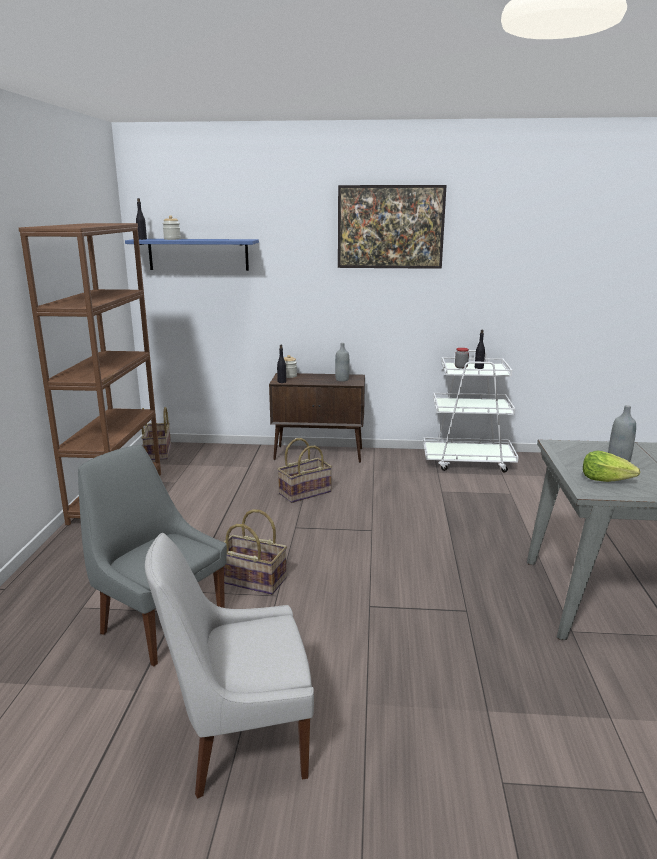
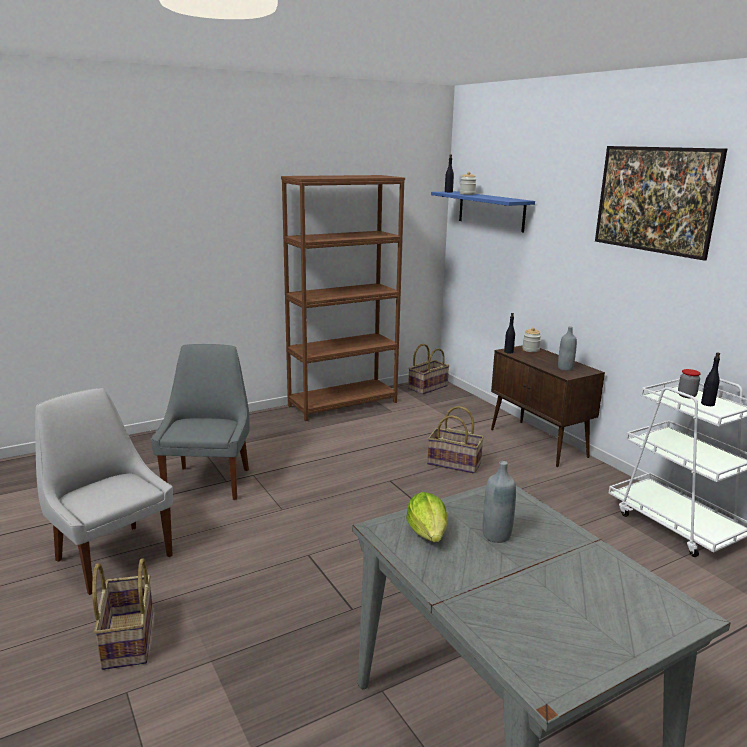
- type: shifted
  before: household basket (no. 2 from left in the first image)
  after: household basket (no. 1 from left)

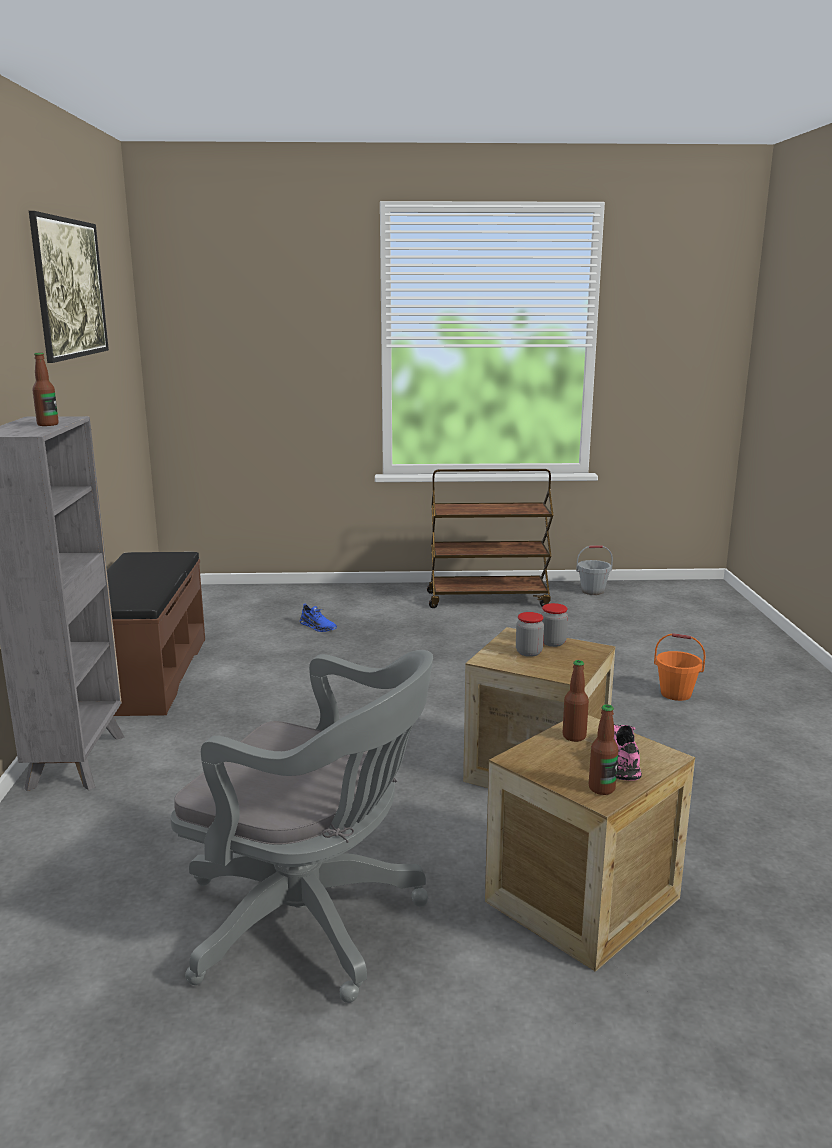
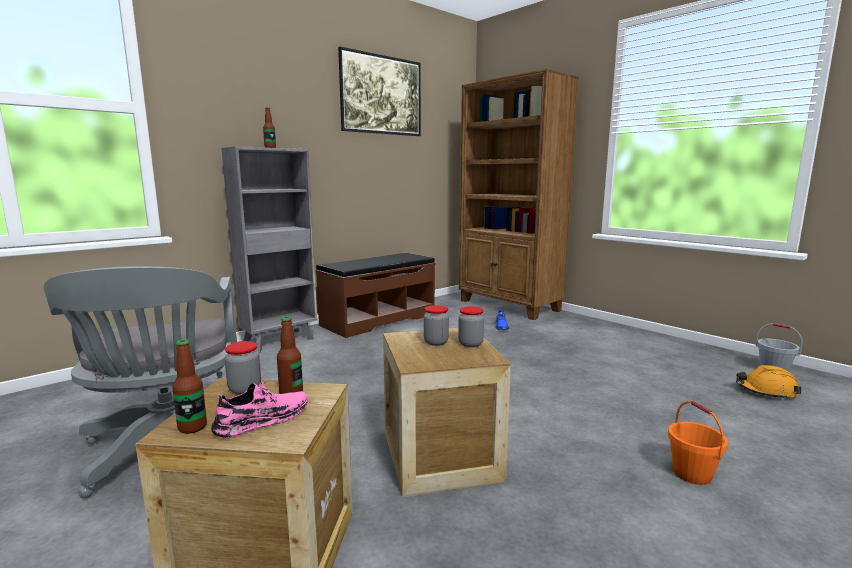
- type: gone
  before: trolley (brown)
- type: new
  after: bookcase (brown)
- type: new
  after: preserve jar (no. 1 from left)
- type: new
  after: safety helmet (orange-coloured)

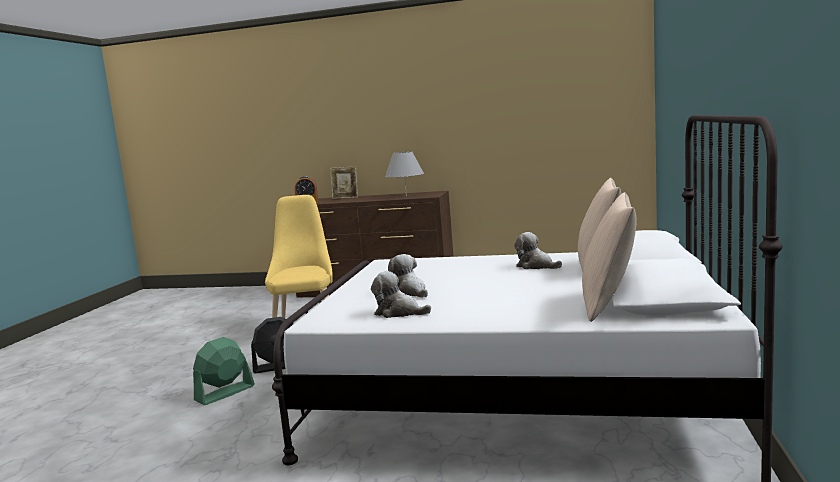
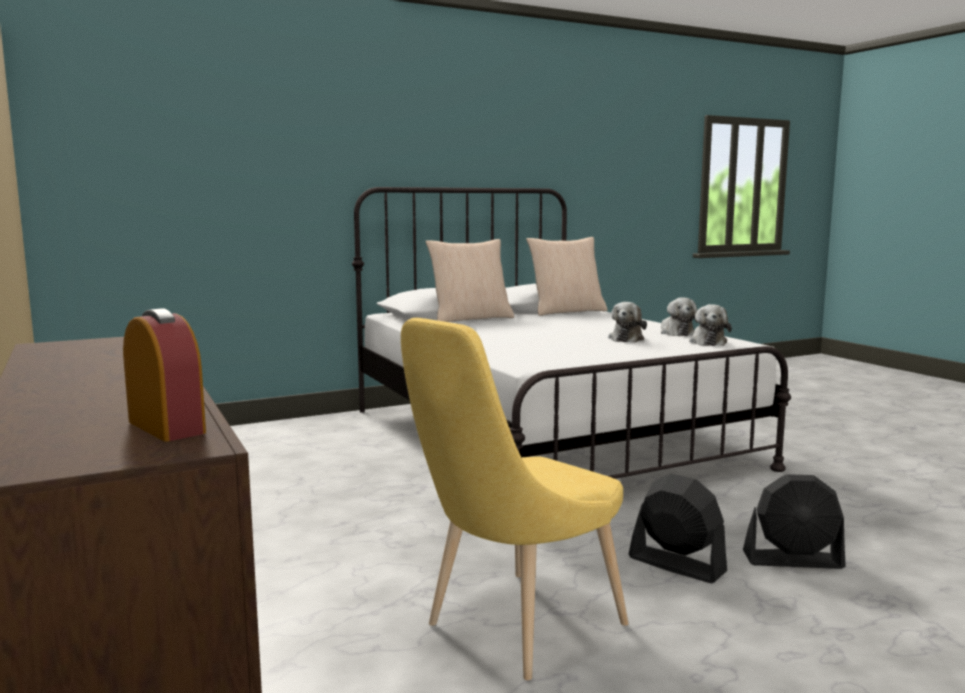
- type: gone
  before: lamp for a table (grey)
- type: gone
  before: standing frame
- type: shifted
  before: plush toy (no. 3 from left)
- type: repainted
  before: fan (green)
  after: fan (blackish) (no. 2 from left)

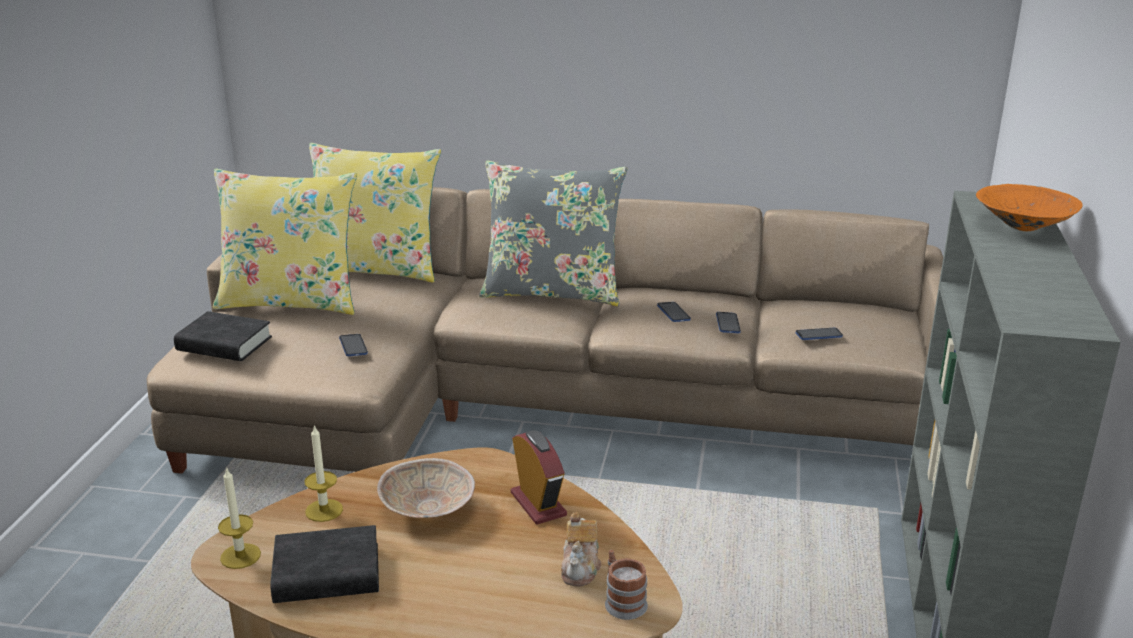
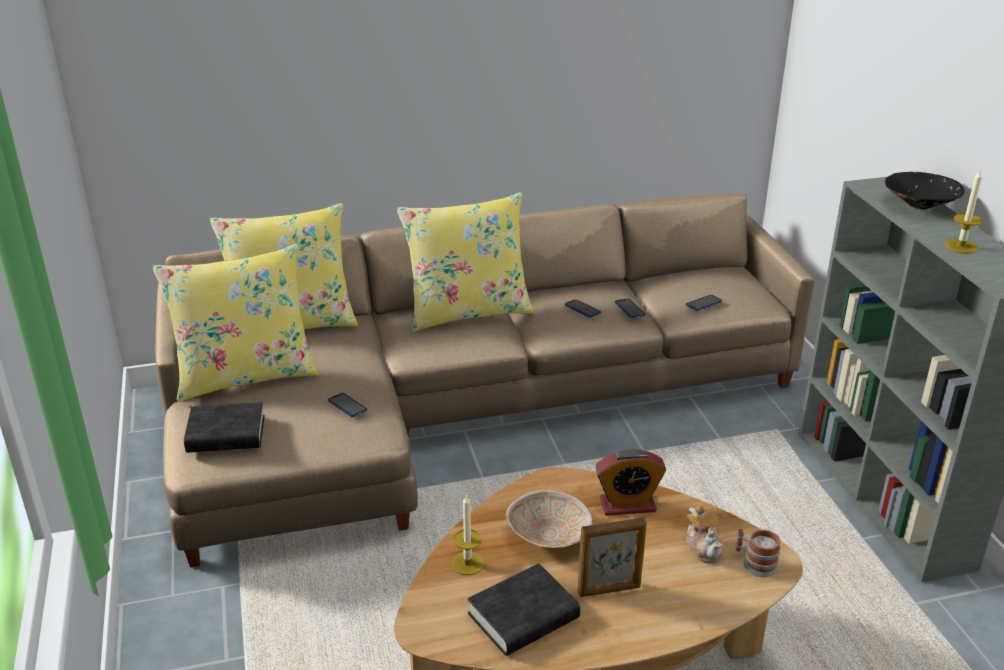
- type: repainted
  before: cushion (grey)
  after: cushion (yellowish) (no. 3 from left)
- type: repainted
  before: serving bowl (orange-coloured)
  after: serving bowl (blackish)
- type: rotated
  before: alarm clock
  turn: 135
- type: shifted
  before: wax light (no. 1 from left in the first image)
  after: wax light (no. 2 from left)
- type: new
  after: standing frame

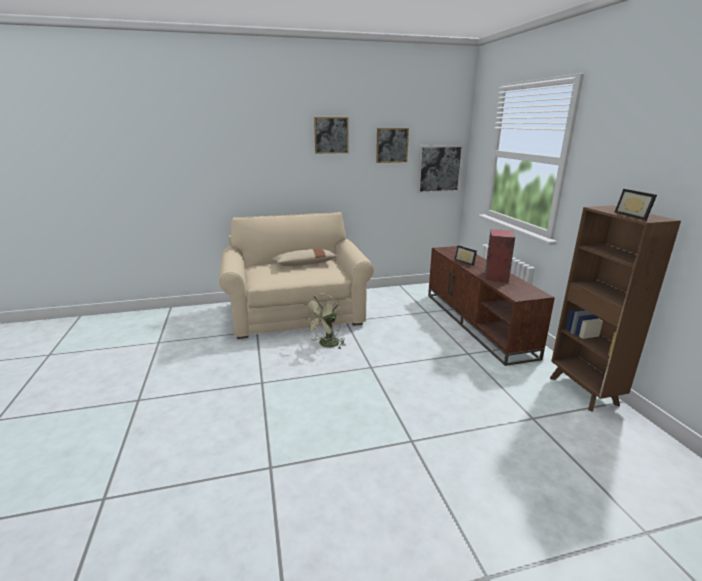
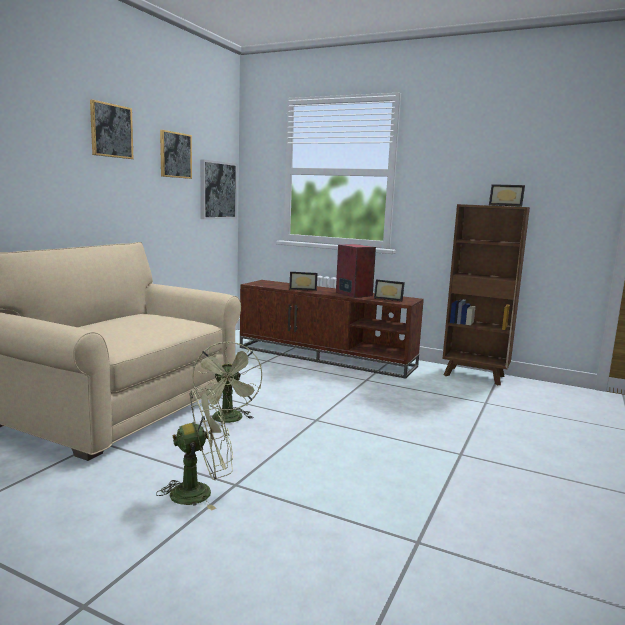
- type: gone
  before: cushion (beige)
- type: new
  after: standing frame (no. 2 from left)
- type: new
  after: fan (green) (no. 1 from left)

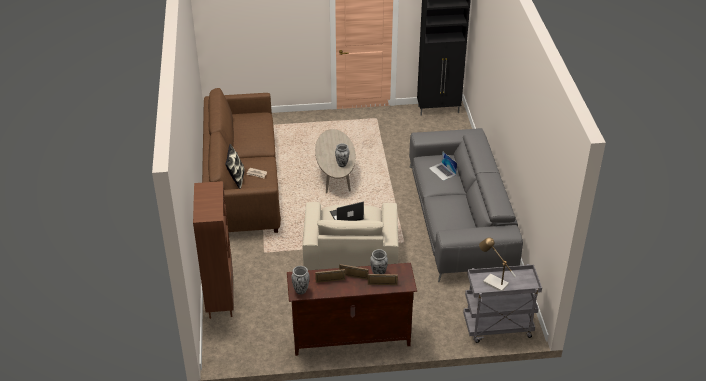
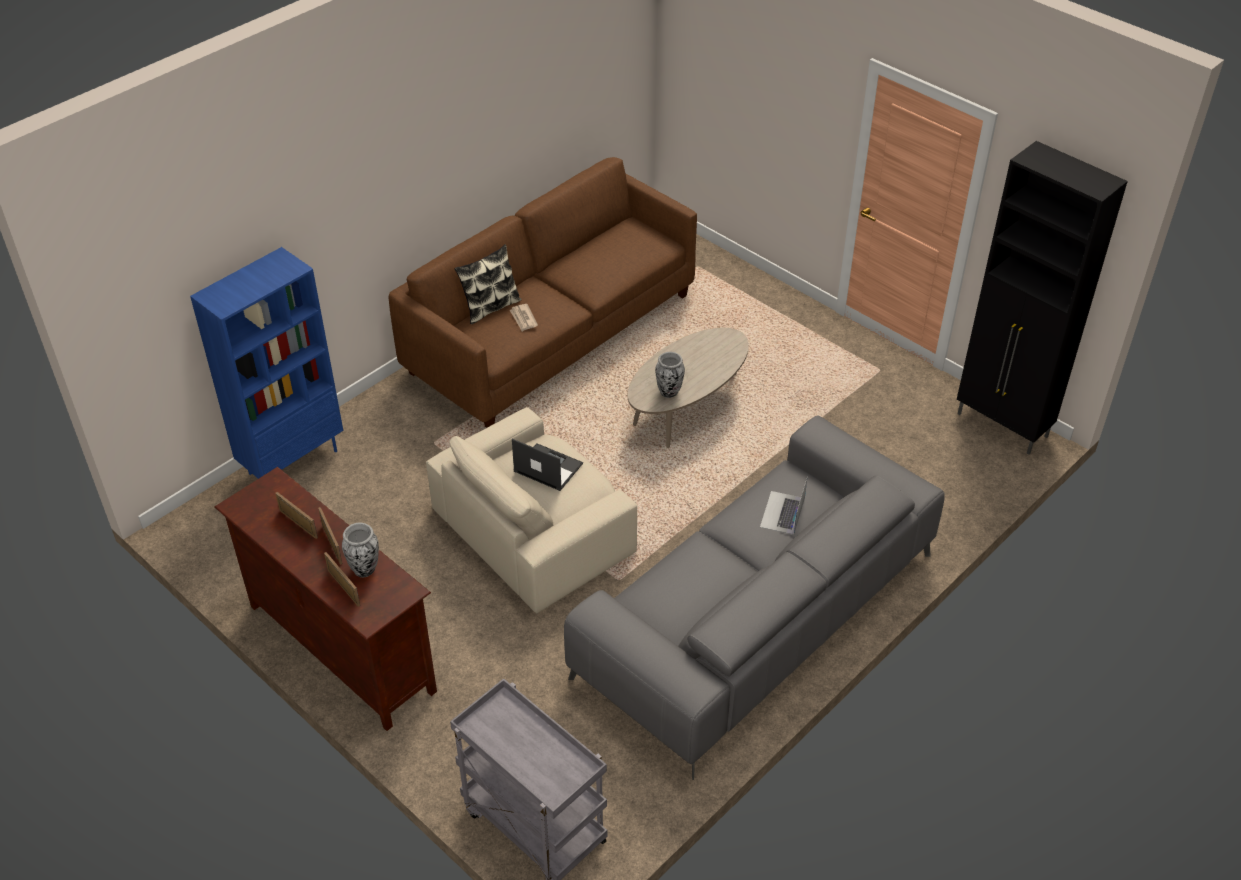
- type: repainted
  before: bookcase (brown)
  after: bookcase (bluish)
- type: gone
  before: lamp for a table
- type: gone
  before: flower vase (no. 1 from left)

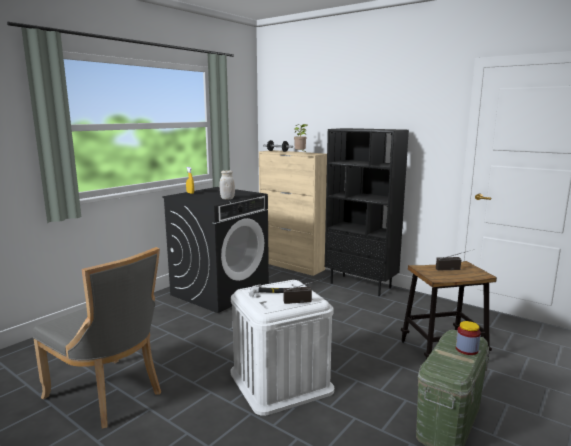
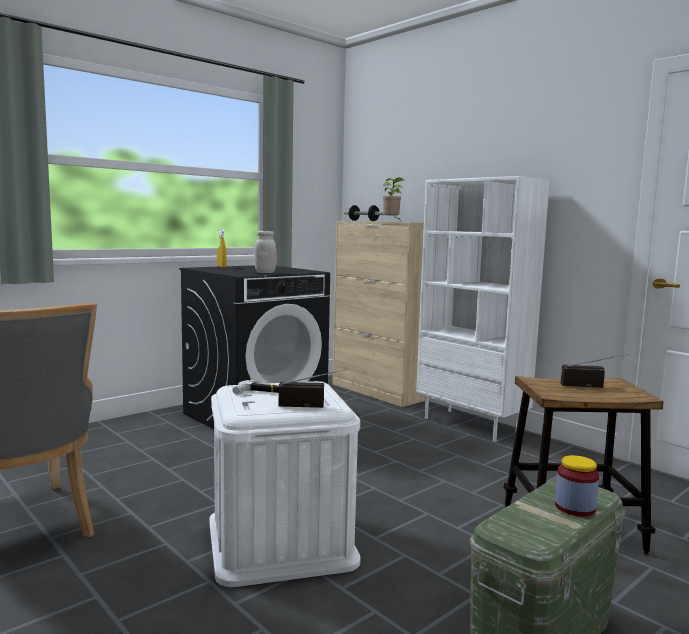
- type: repainted
  before: bookcase (blackish)
  after: bookcase (white-coloured)

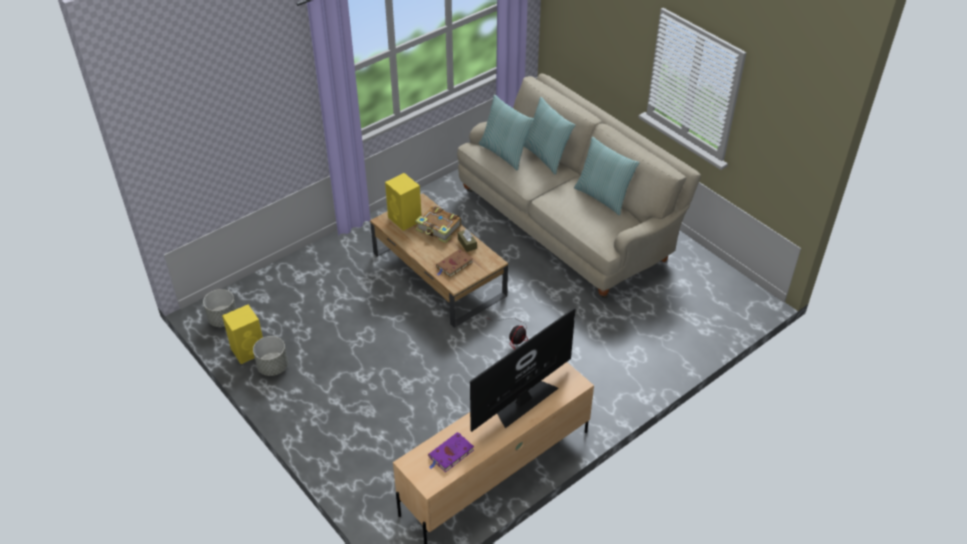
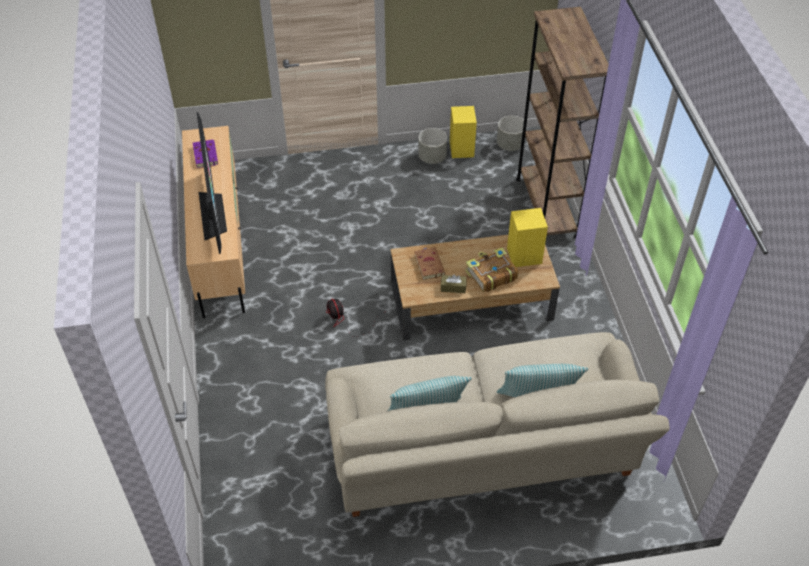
- type: gone
  before: cushion (no. 1 from left)
- type: new
  after: bookcase (brown)

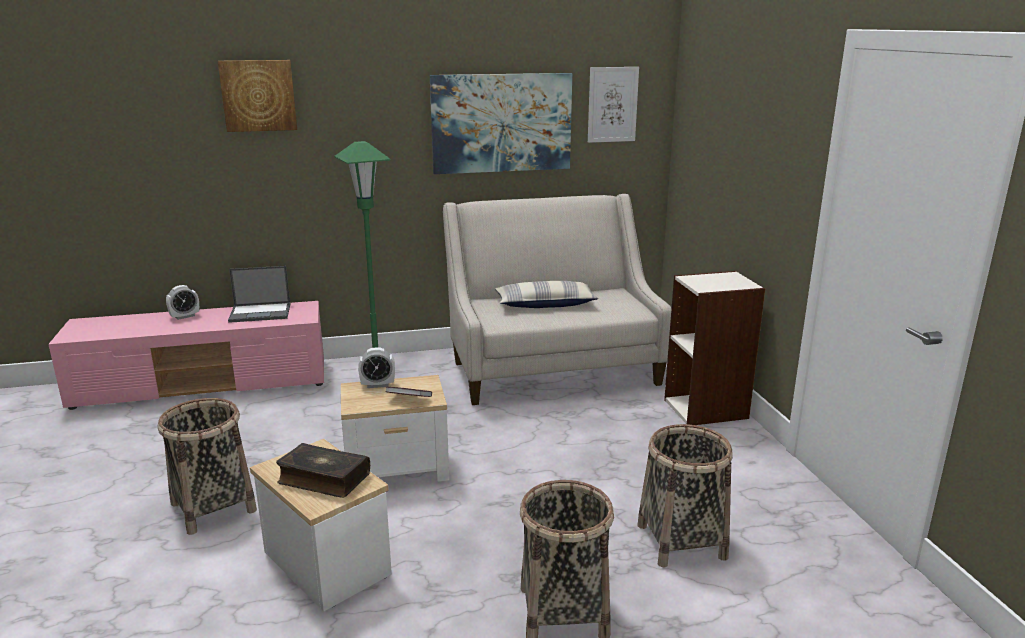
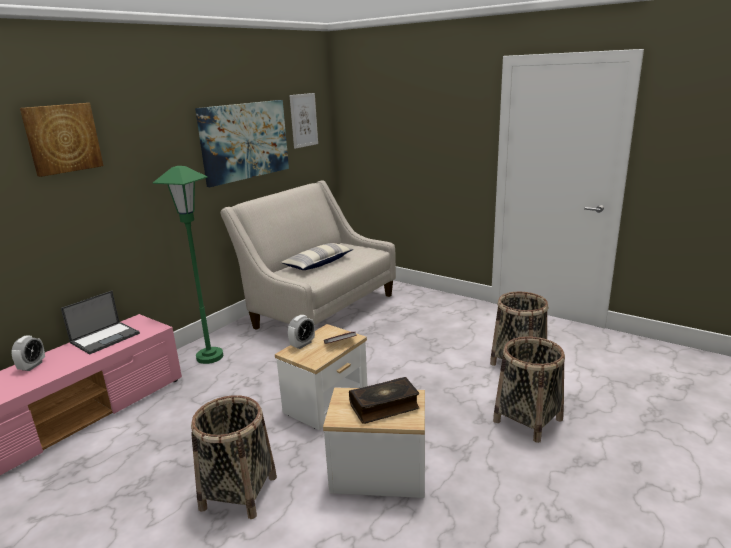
- type: gone
  before: bookcase

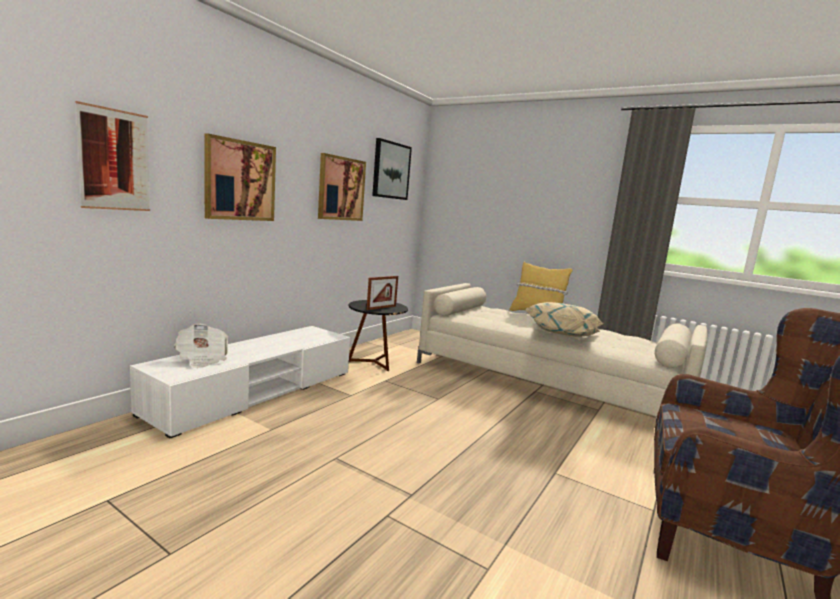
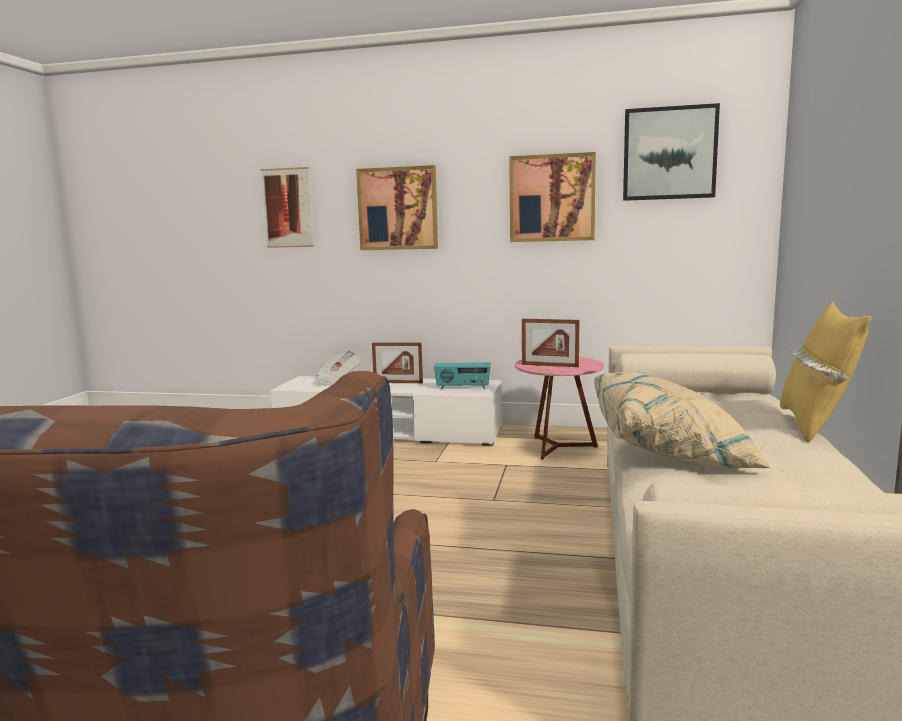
- type: repainted
  before: accent table (blackish)
  after: accent table (pink)
- type: new
  after: standing frame (no. 1 from left)
- type: new
  after: radio receiver

